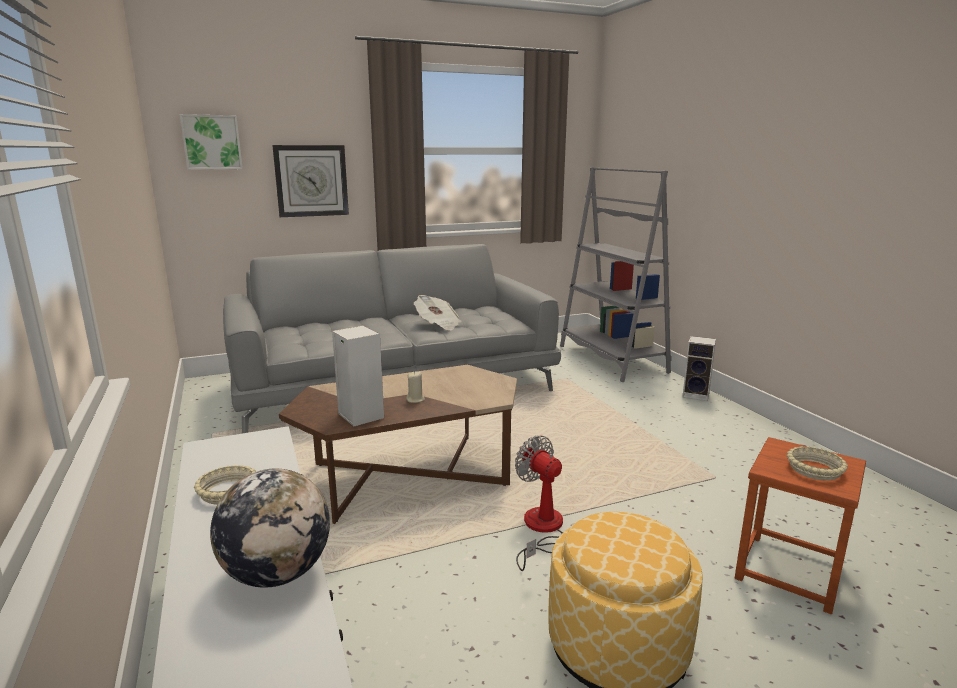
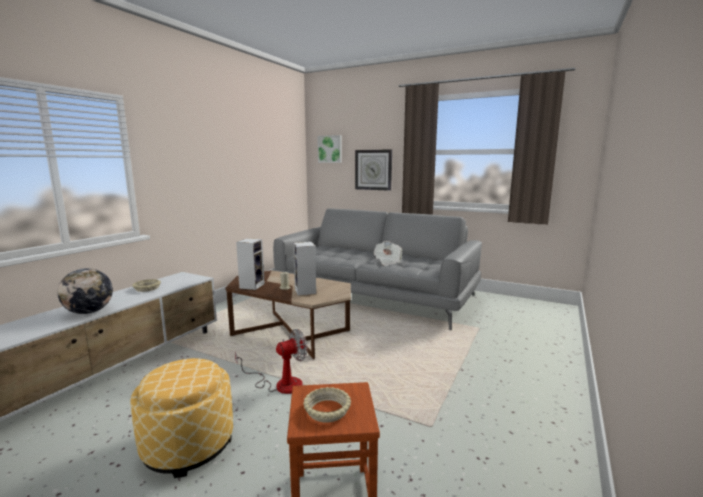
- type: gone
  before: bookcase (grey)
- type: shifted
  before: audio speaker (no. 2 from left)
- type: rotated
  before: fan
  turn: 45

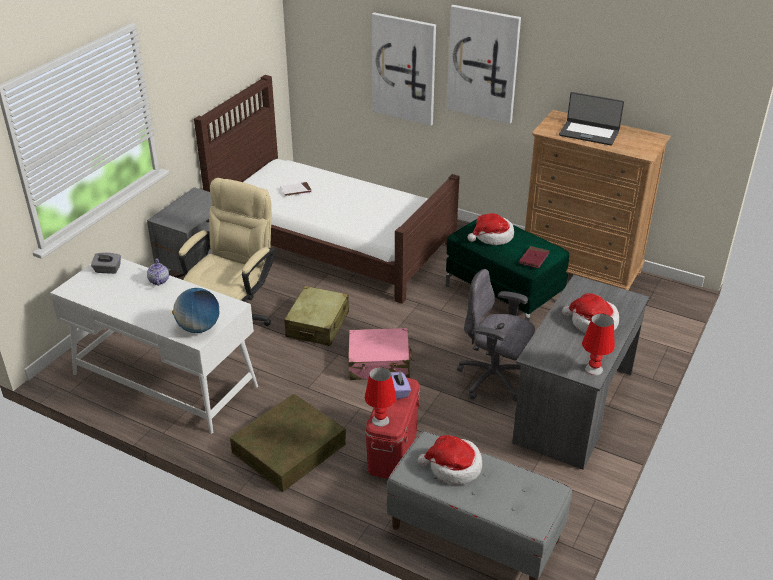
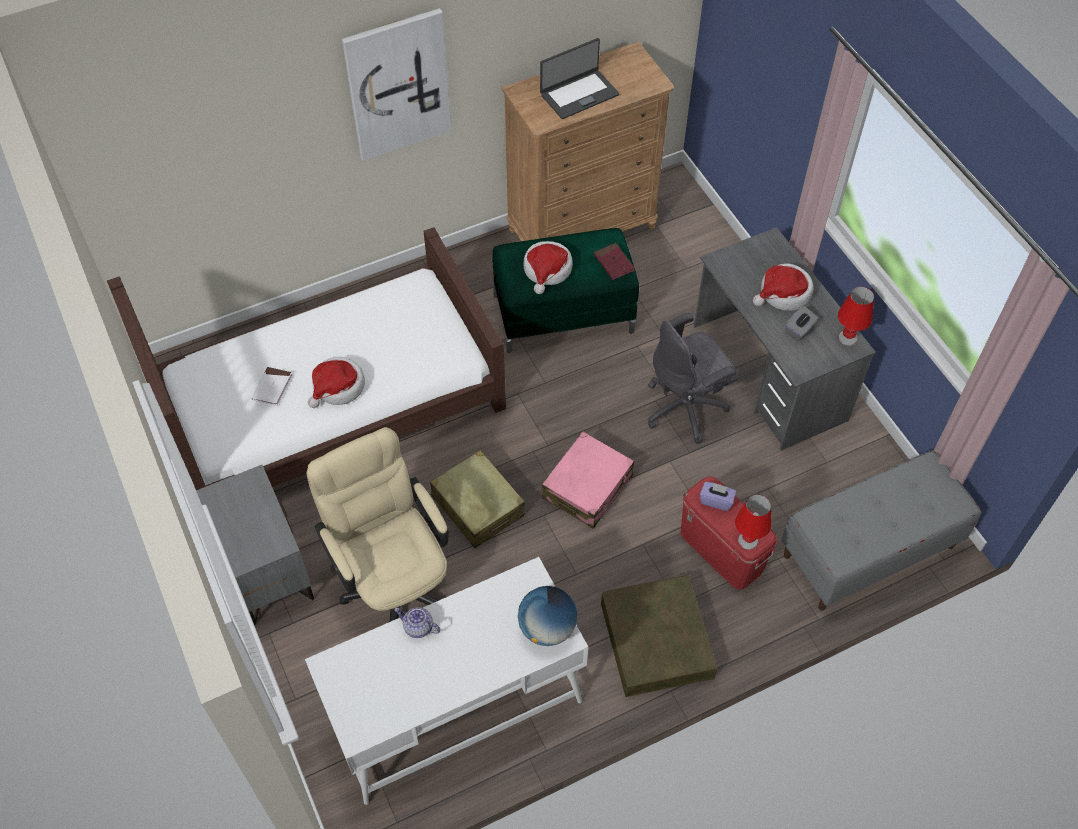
- type: gone
  before: wall art (no. 1 from left)
- type: shifted
  before: tissue holder (grey)
- type: shifted
  before: wearable hat (no. 1 from left)

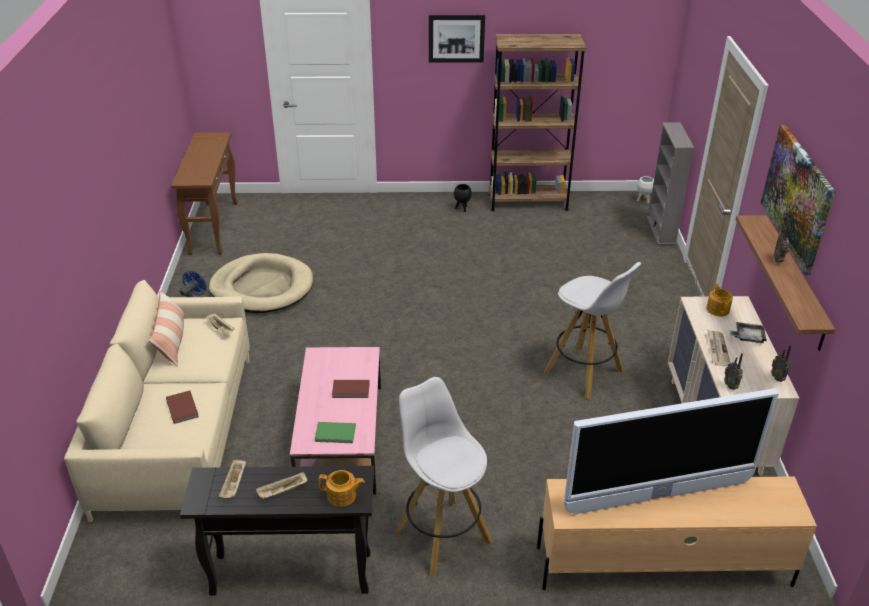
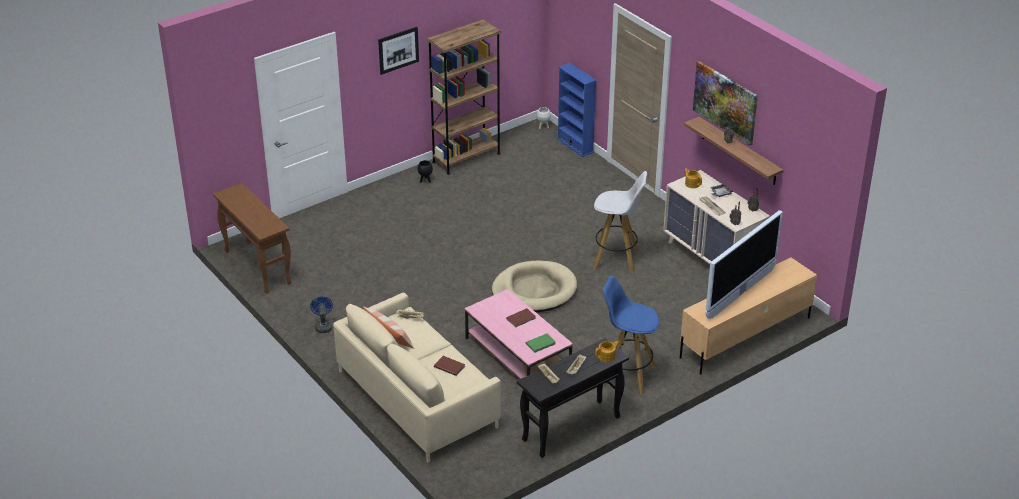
- type: repainted
  before: bookcase (grey)
  after: bookcase (bluish)
- type: shifted
  before: dog cushion (beige)
- type: repainted
  before: stool (white-coloured) (no. 1 from left)
  after: stool (bluish)

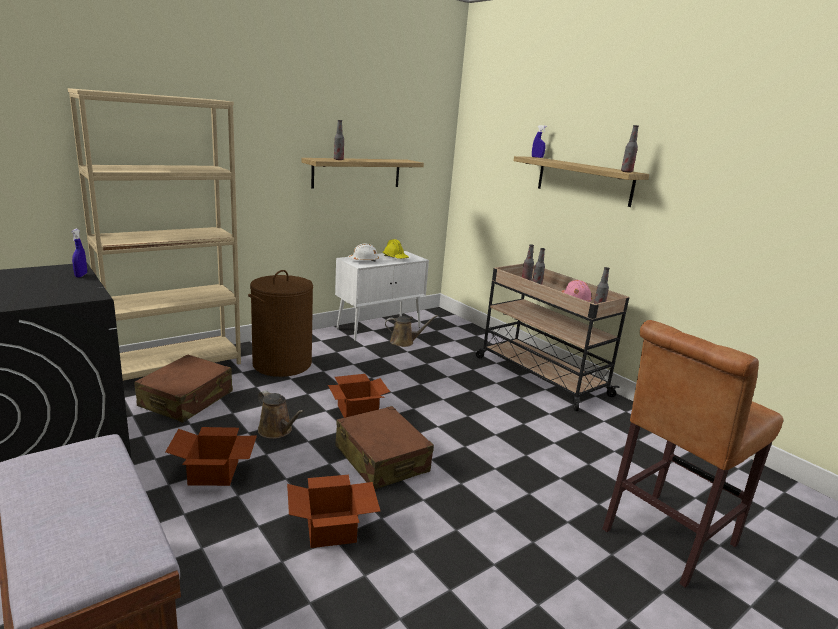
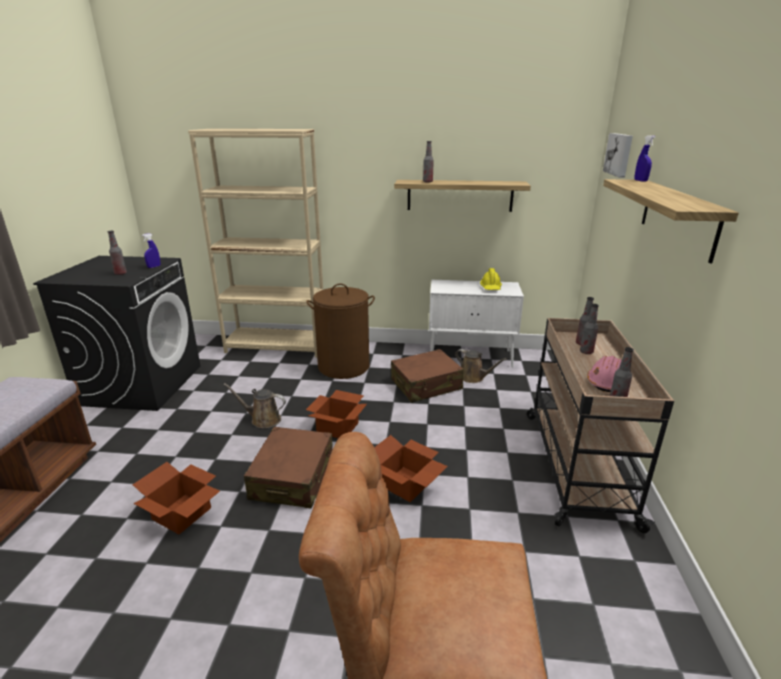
- type: shifted
  before: beverage bottle (no. 5 from left in the first image)
  after: beverage bottle (no. 1 from left)
- type: gone
  before: safety helmet (white-coloured)
- type: shifted
  before: suitcase (brown) (no. 1 from left in the first image)
  after: suitcase (brown) (no. 2 from left)
- type: rotated
  before: watering pot (brown) (no. 1 from left)
  turn: 105
- type: shifted
  before: cardboard box (no. 1 from left in the first image)
  after: cardboard box (no. 3 from left)
- type: new
  after: wall art

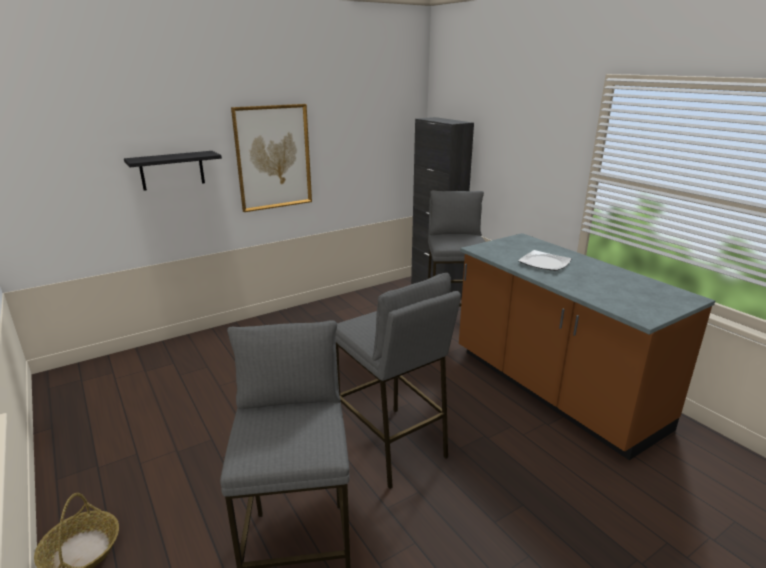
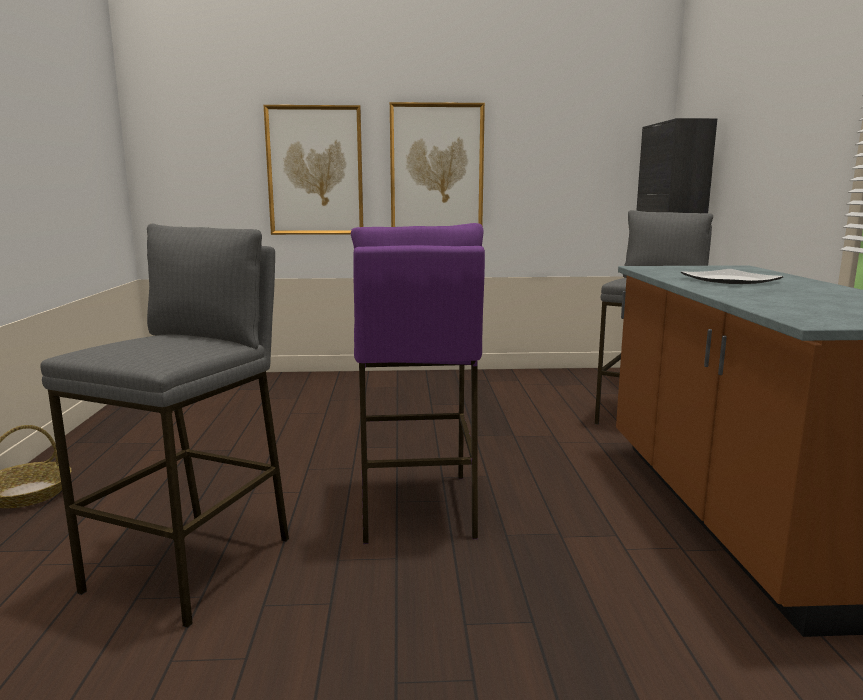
- type: swapped
  before: bracket shelf (blackish)
  after: wall art (no. 1 from left)
- type: repainted
  before: stool (grey) (no. 2 from left)
  after: stool (purplish)

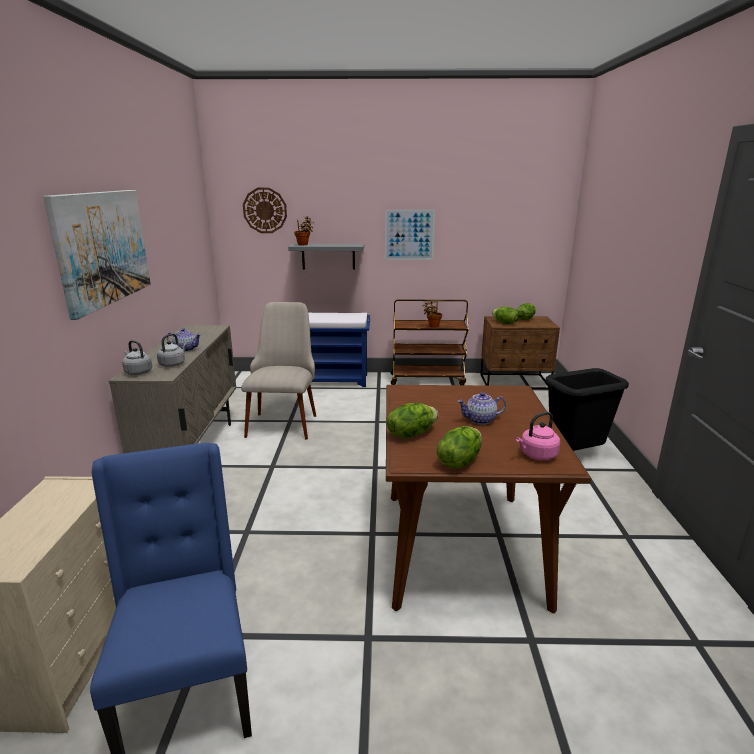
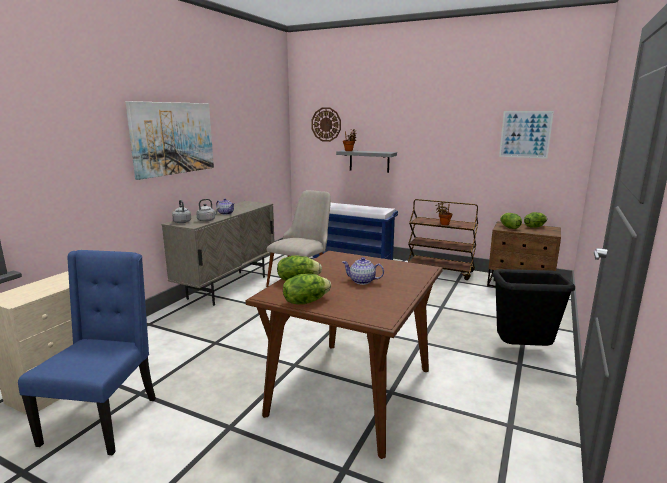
- type: shifted
  before: wall art (no. 2 from left)
- type: gone
  before: water kettle (pink)

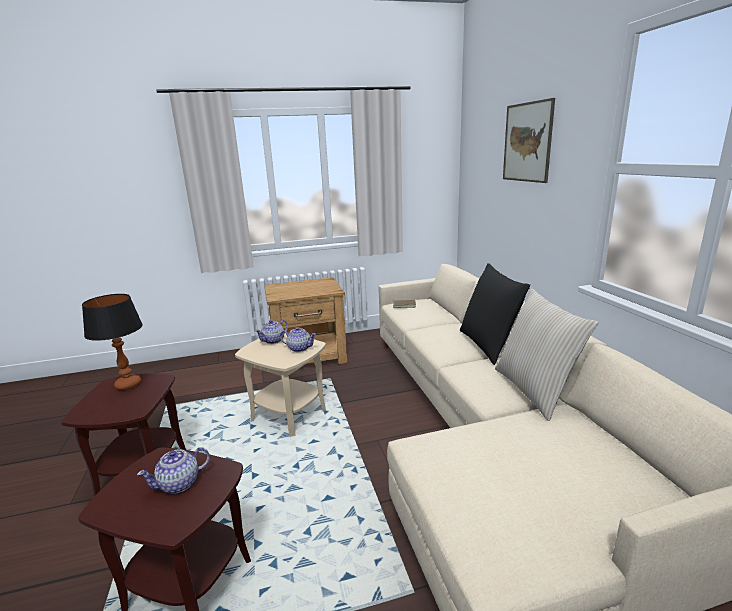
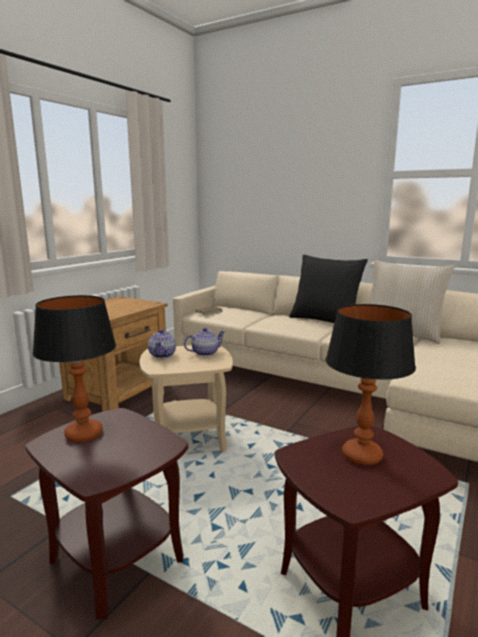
- type: gone
  before: wall art
- type: swapped
  before: pot for tea (no. 1 from left)
  after: lamp for a table (no. 2 from left)

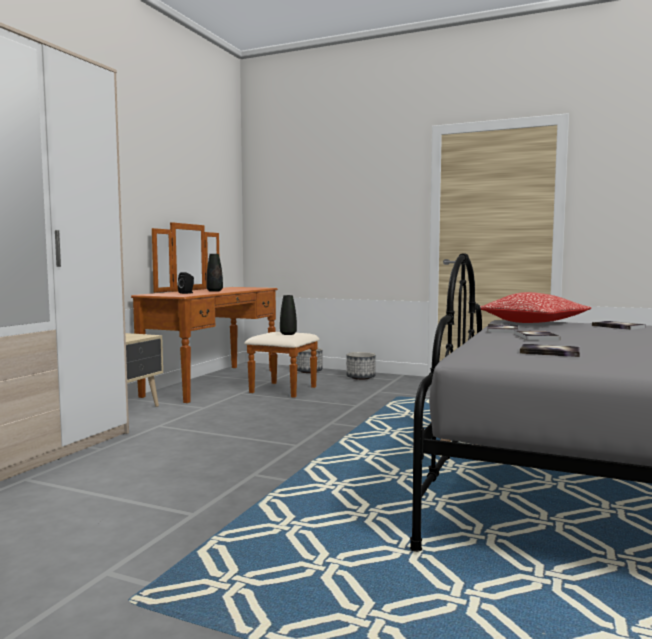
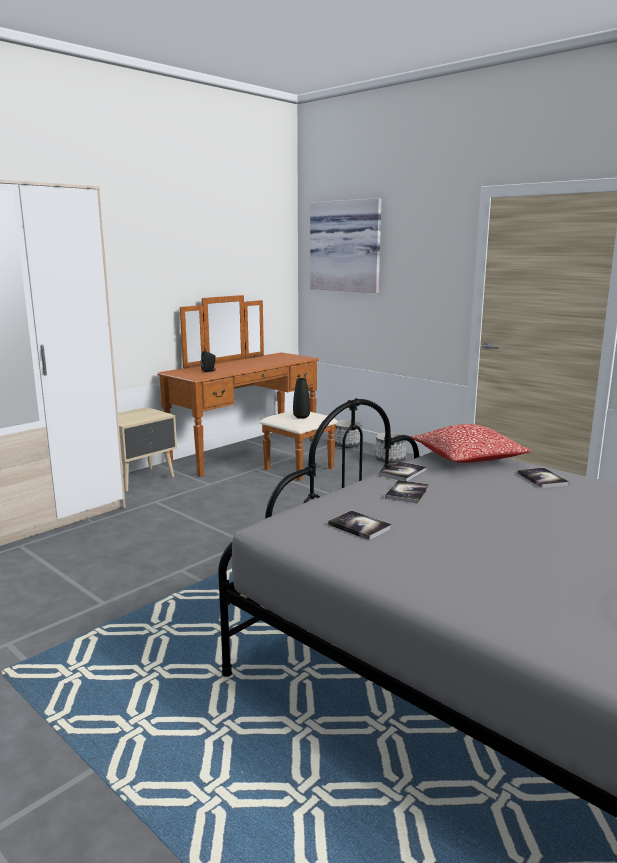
- type: gone
  before: flower vase (blackish) (no. 1 from left)
- type: new
  after: wall art

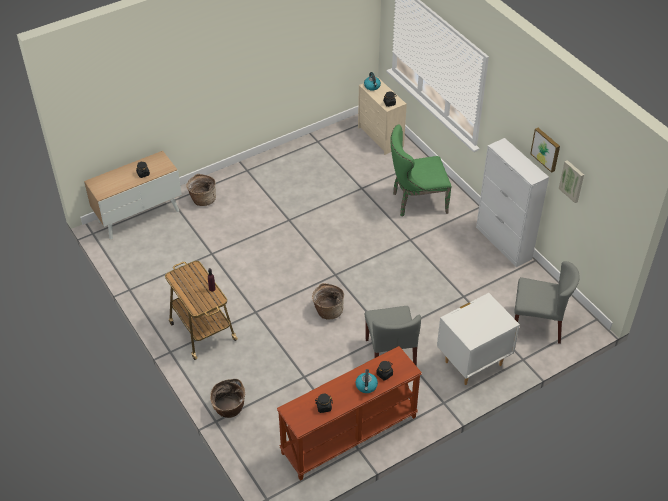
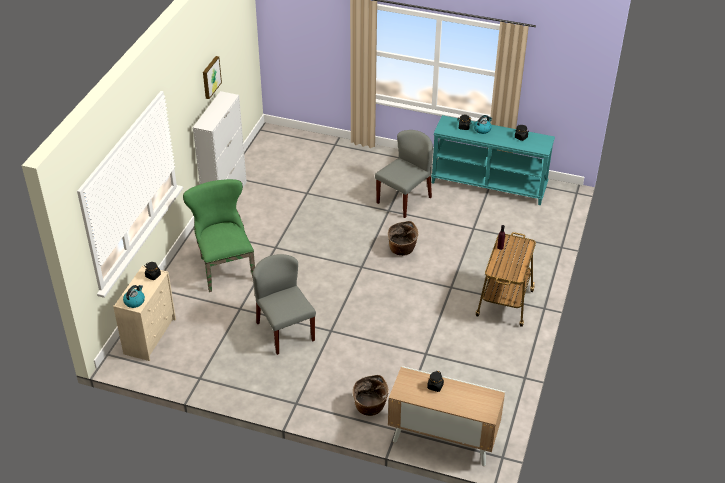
- type: rotated
  before: plain chair (green)
  turn: -150
- type: gone
  before: wall art (no. 2 from left)
- type: shifted
  before: plain chair (grey) (no. 2 from left in the first image)
  after: plain chair (grey) (no. 1 from left)
- type: gone
  before: night table (white-coloured)
- type: repainted
  before: narrow table (brown)
  after: narrow table (turquoise-coloured)
- type: gone
  before: household basket (no. 2 from left)

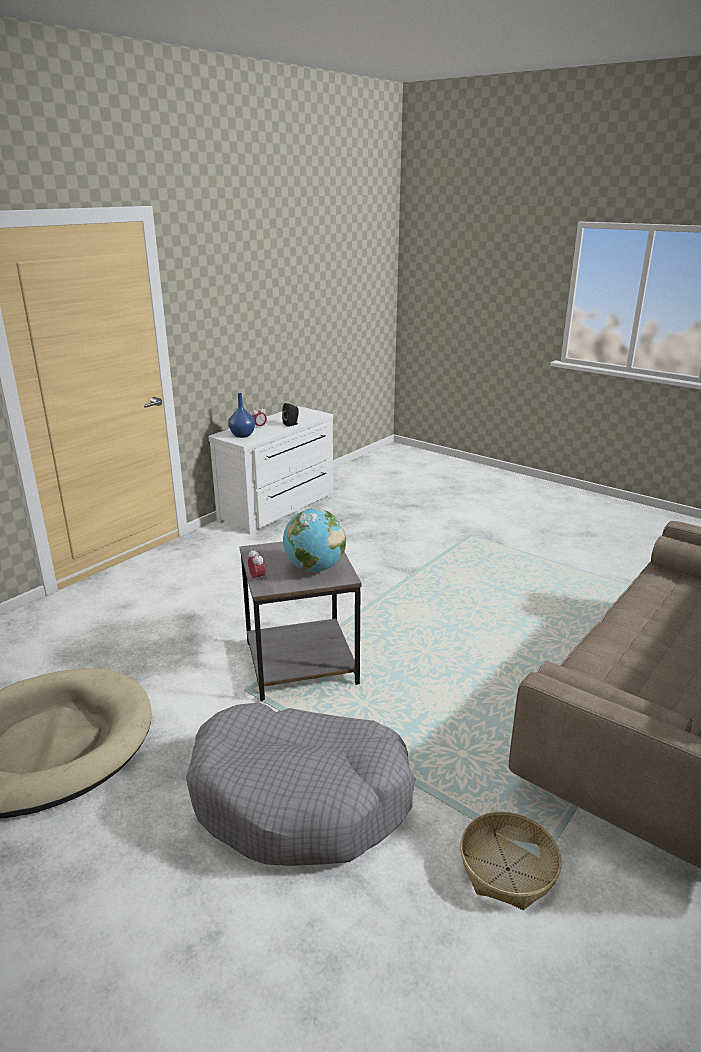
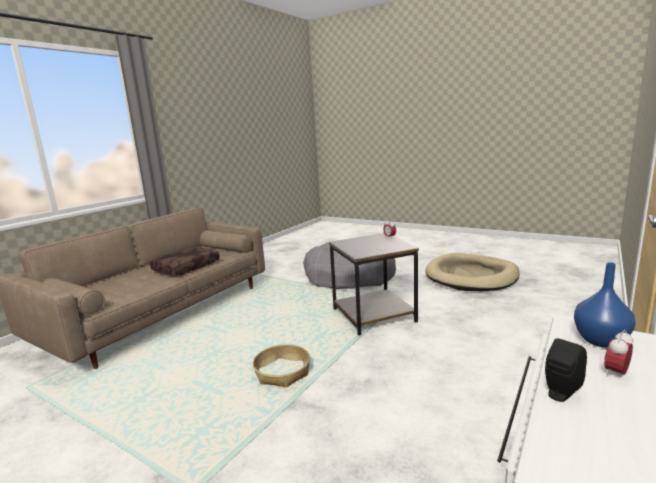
- type: gone
  before: world globe
- type: shifted
  before: household basket
- type: new
  after: cushion (brown)

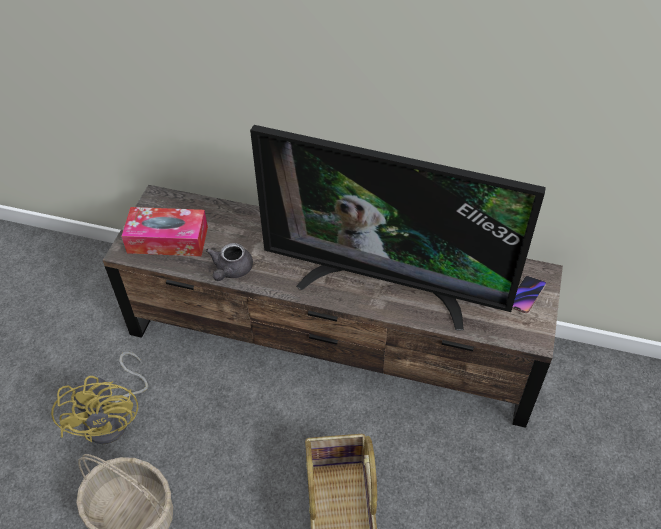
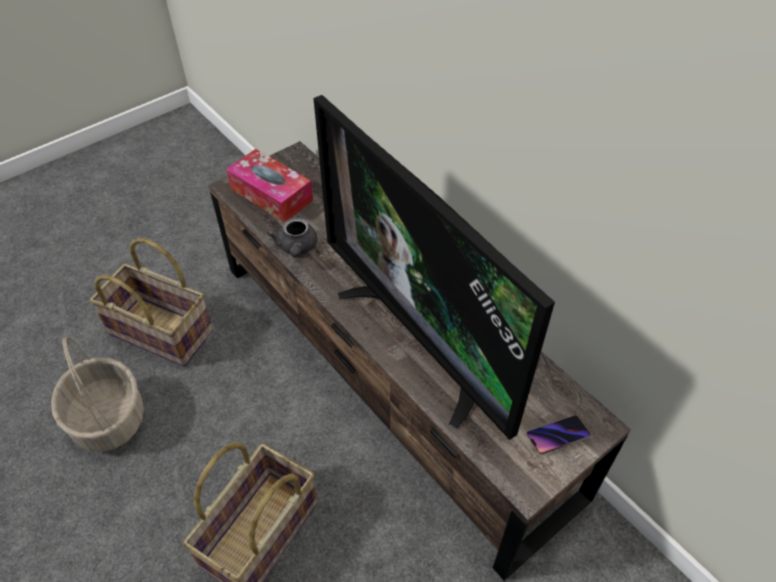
- type: rotated
  before: pot for tea (grey)
  turn: -60
- type: swapped
  before: fan (yellowish)
  after: household basket (no. 2 from left)

